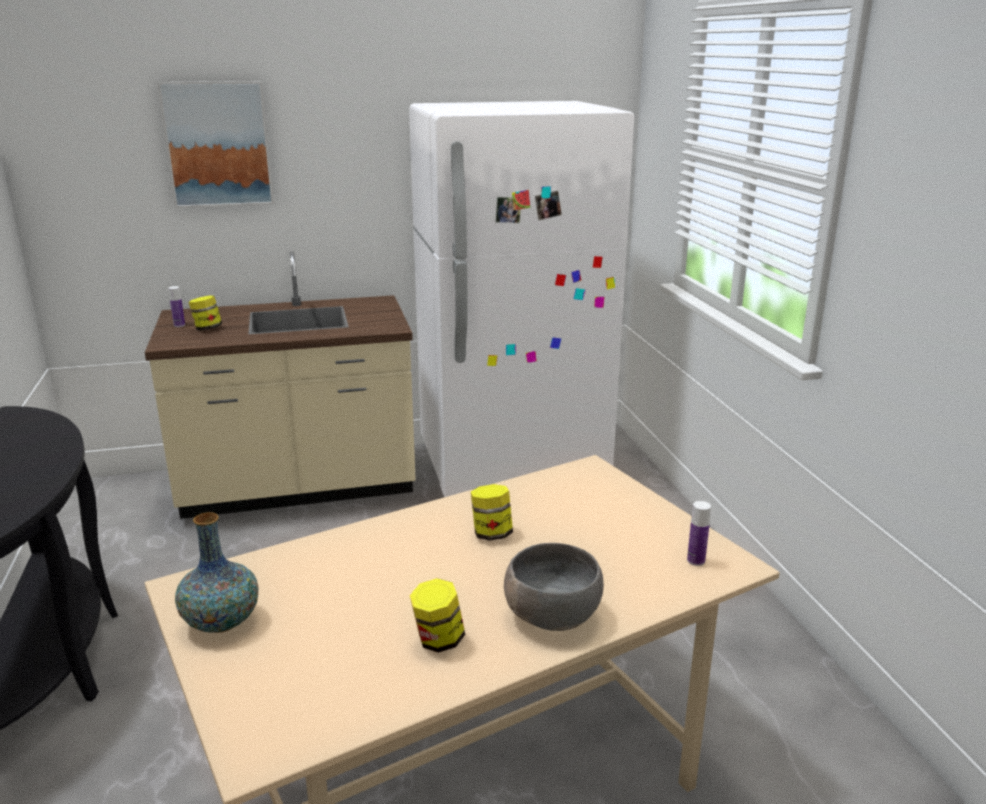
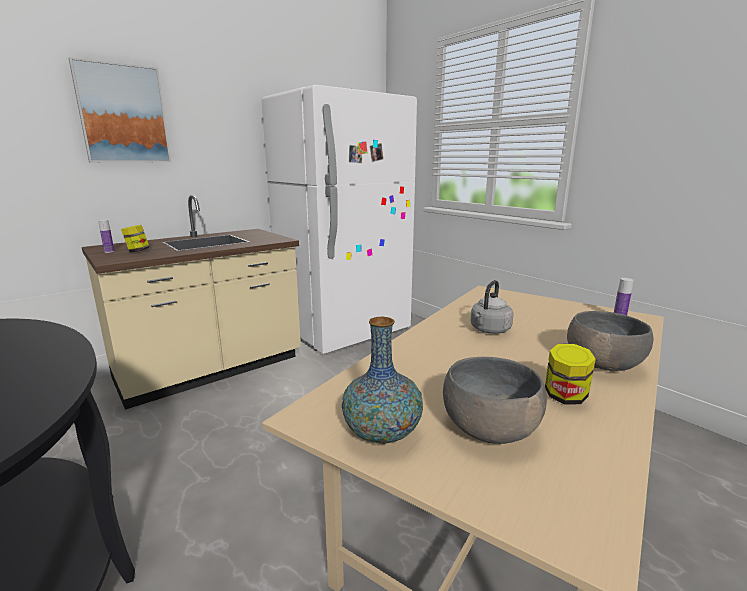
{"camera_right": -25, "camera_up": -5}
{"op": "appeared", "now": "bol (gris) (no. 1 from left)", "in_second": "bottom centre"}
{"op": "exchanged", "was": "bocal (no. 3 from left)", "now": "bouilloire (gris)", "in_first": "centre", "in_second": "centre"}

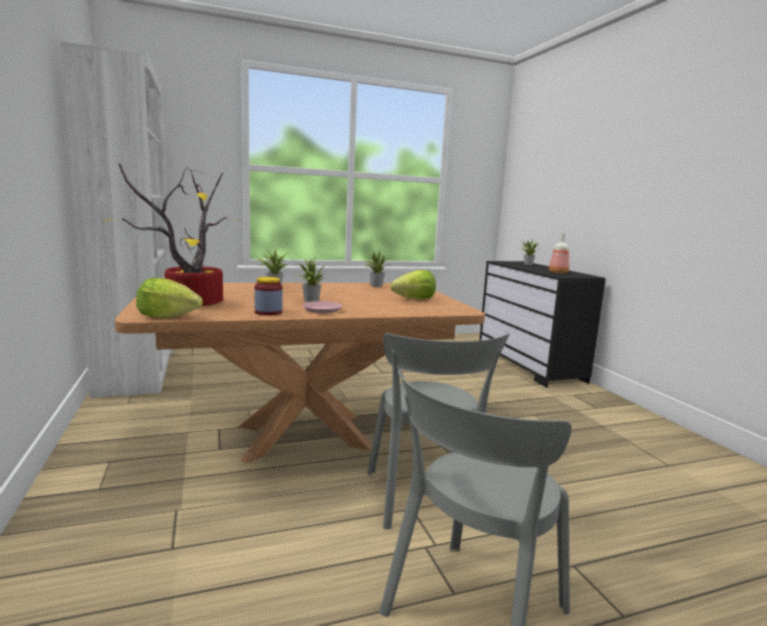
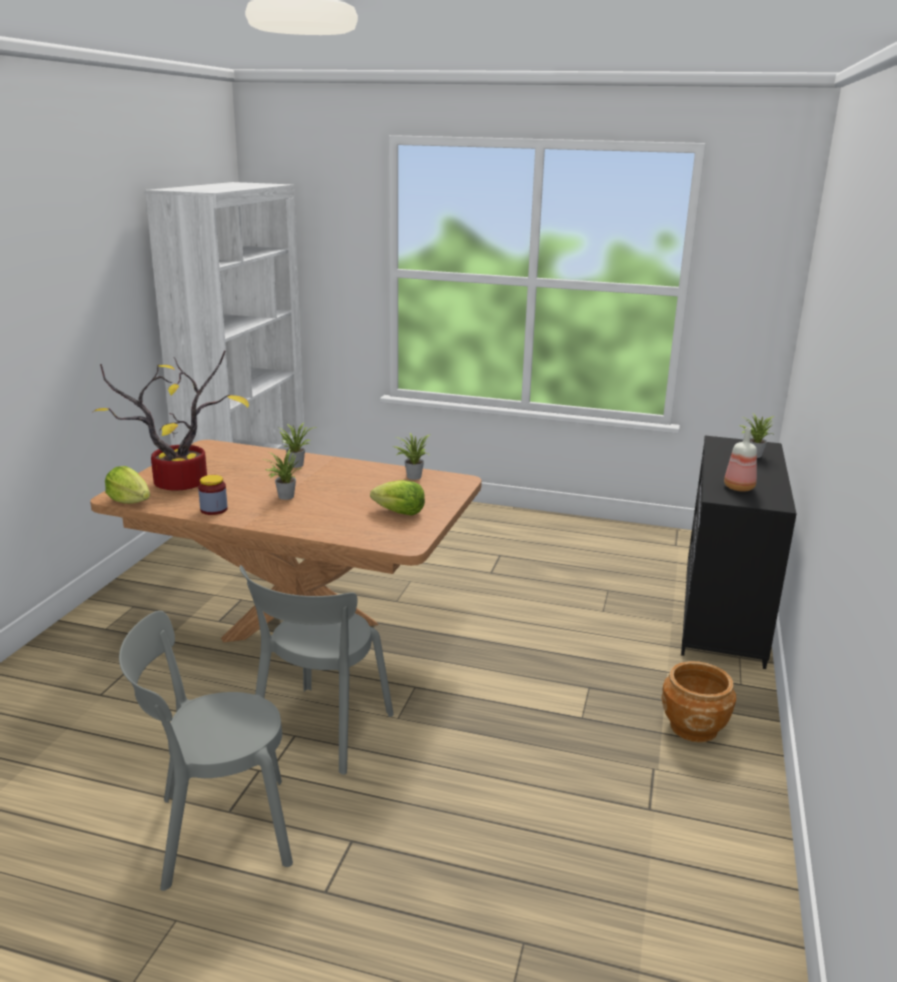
{"camera_right": 35, "camera_up": 10}
{"op": "appeared", "now": "cache-pot (marron)", "in_second": "bottom right"}
{"op": "missing", "was": "assiette (rose)", "in_first": "centre"}

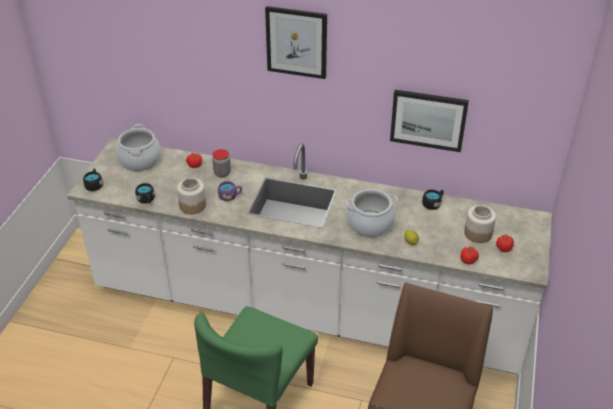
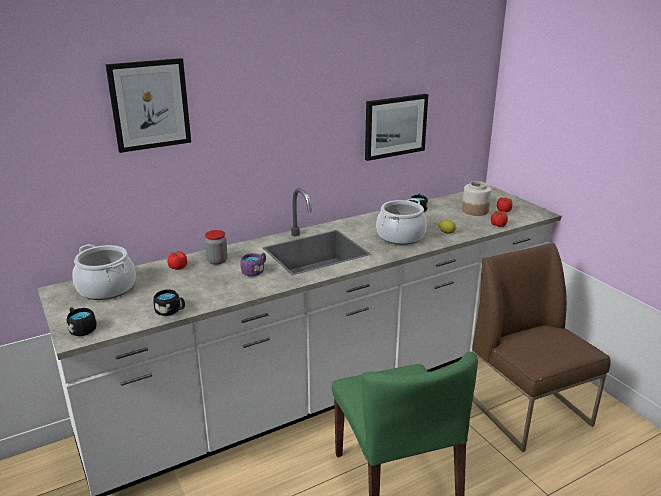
{"camera_right": -45, "camera_up": -15}
{"op": "relocated", "was": "tableau (no. 1 from left)", "in_first": "top centre", "in_second": "top left"}
{"op": "missing", "was": "bocal (no. 1 from left)", "in_first": "middle left"}

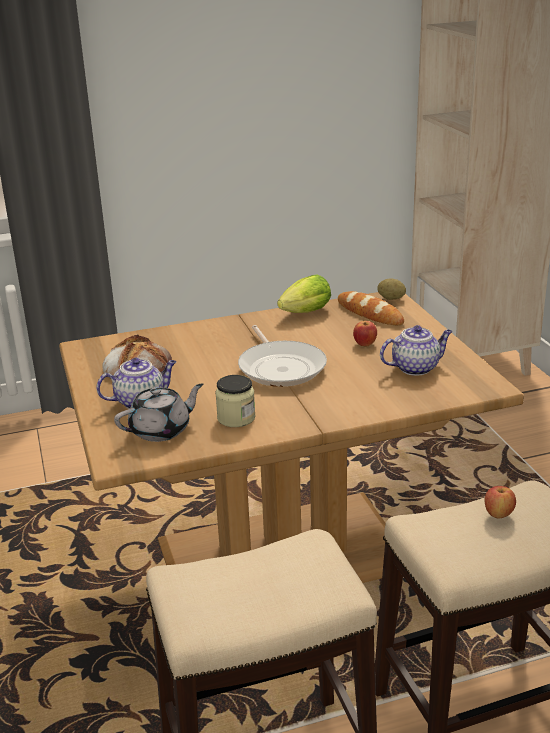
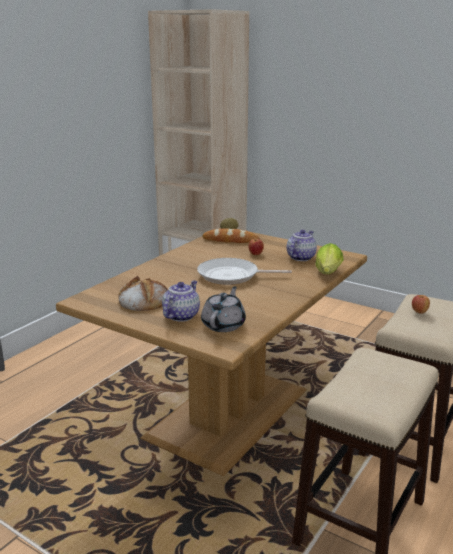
{"camera_right": -40, "camera_up": -5}
{"op": "spun", "was": "poêle", "in_first": "centre", "in_second": "centre", "clockwise": 150}
{"op": "relocated", "was": "laitue", "in_first": "centre", "in_second": "middle right"}
{"op": "missing", "was": "bocal", "in_first": "centre"}

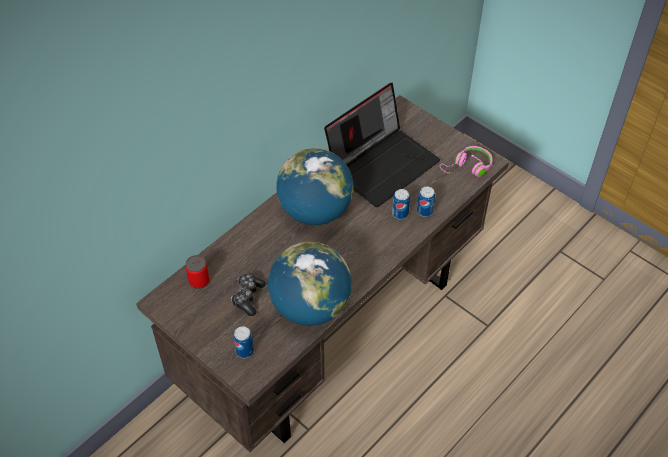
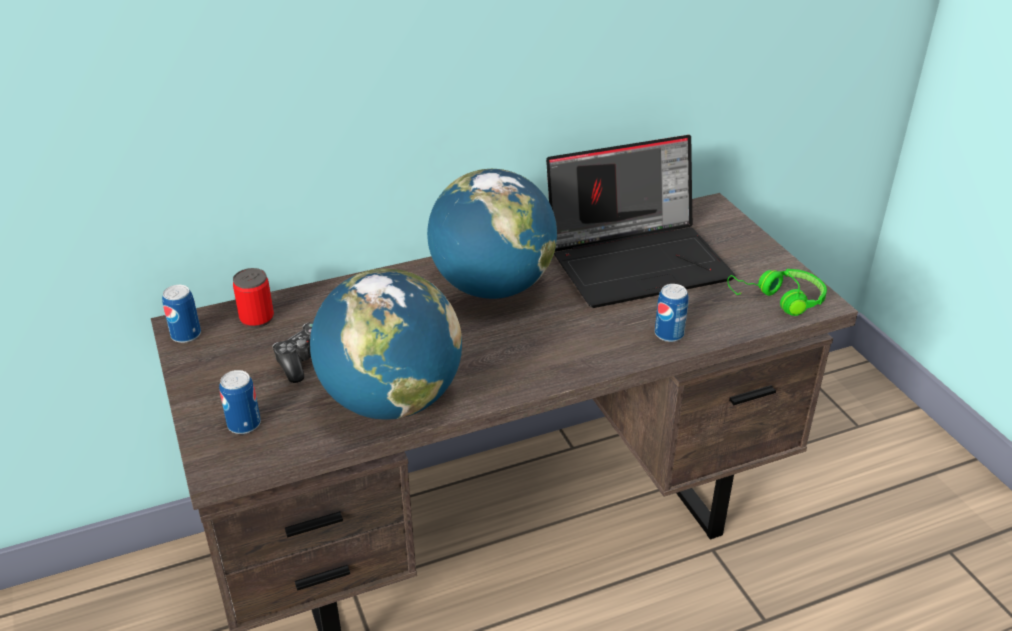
{"camera_right": 25, "camera_up": -15}
{"op": "relocated", "was": "boîte métallique (no. 3 from left in the first image)", "now": "boîte métallique (no. 1 from left)", "in_first": "centre", "in_second": "middle left"}
{"op": "colour", "was": "casque audio (rose)", "now": "casque audio (vert)", "in_first": "middle right", "in_second": "middle right"}

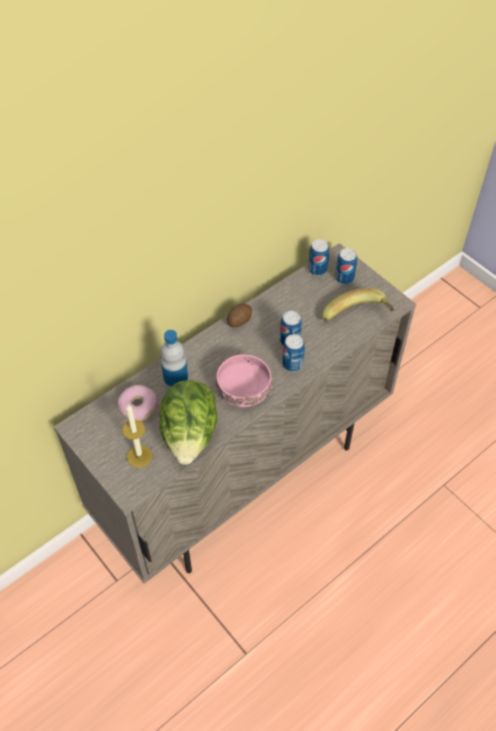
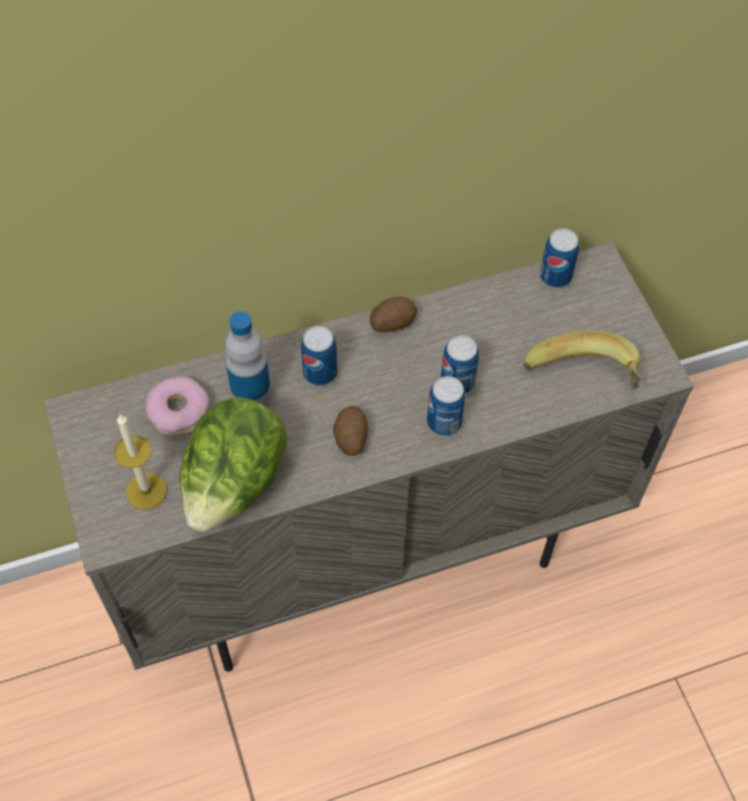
{"camera_right": 20, "camera_up": 5}
{"op": "relocated", "was": "boîte métallique (no. 4 from left in the first image)", "now": "boîte métallique (no. 1 from left)", "in_first": "middle right", "in_second": "centre"}
{"op": "exchanged", "was": "bol (rose)", "now": "pomme de terre (no. 1 from left)", "in_first": "centre", "in_second": "centre"}

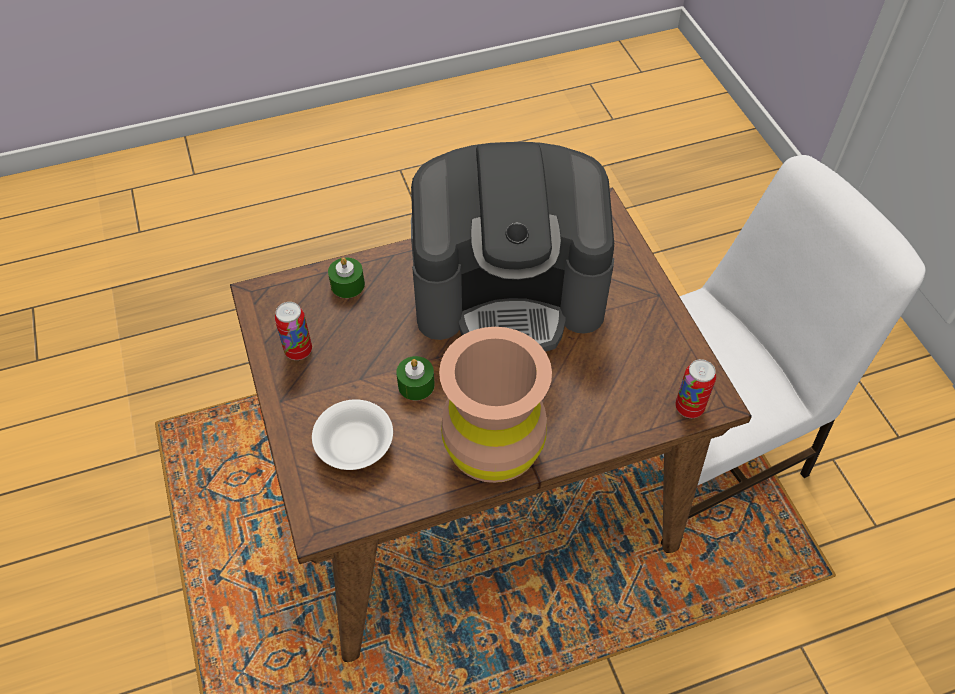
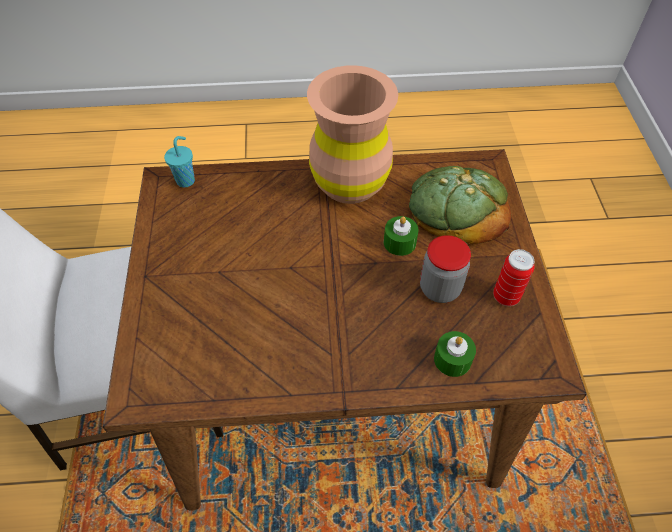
{"camera_right": -165, "camera_up": 0}
{"op": "exchanged", "was": "boîte métallique (no. 2 from left)", "now": "tasse (turquoise)", "in_first": "middle right", "in_second": "top left"}
{"op": "exchanged", "was": "bol (blanc)", "now": "pain", "in_first": "centre", "in_second": "middle right"}
{"op": "appeared", "now": "bocal", "in_second": "centre"}
{"op": "missing", "was": "machine à café", "in_first": "centre"}

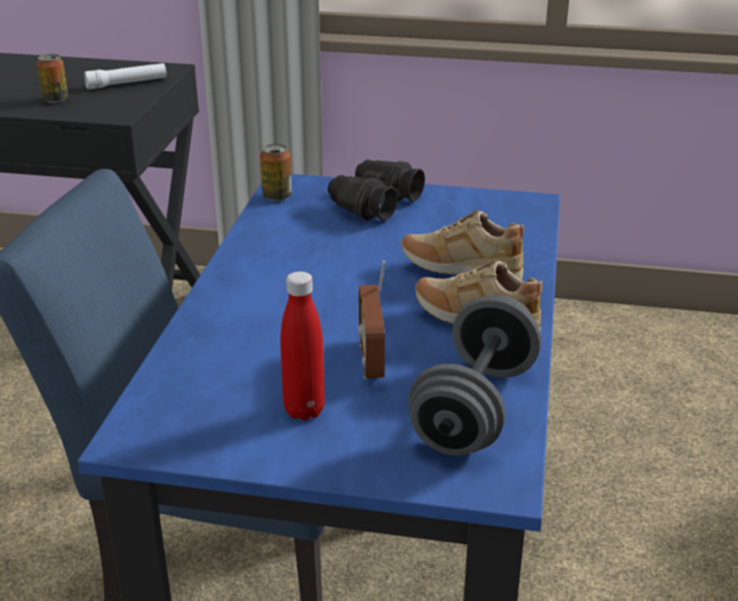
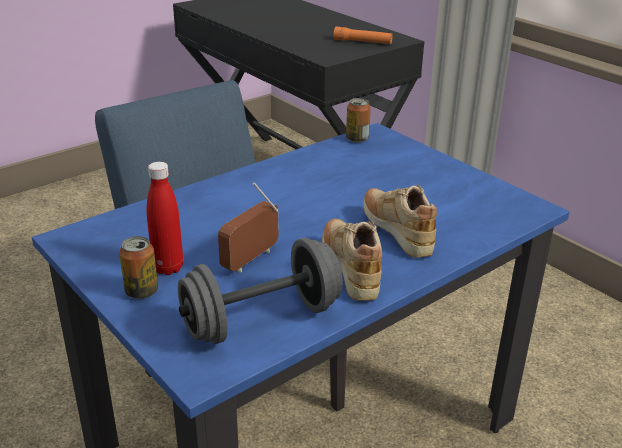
{"camera_right": 40, "camera_up": 0}
{"op": "relocated", "was": "boîte métallique (no. 1 from left)", "in_first": "top left", "in_second": "middle left"}
{"op": "colour", "was": "lampe de poche (blanc)", "now": "lampe de poche (orange)", "in_first": "top left", "in_second": "top centre"}
{"op": "missing", "was": "jumelles (noir)", "in_first": "top centre"}

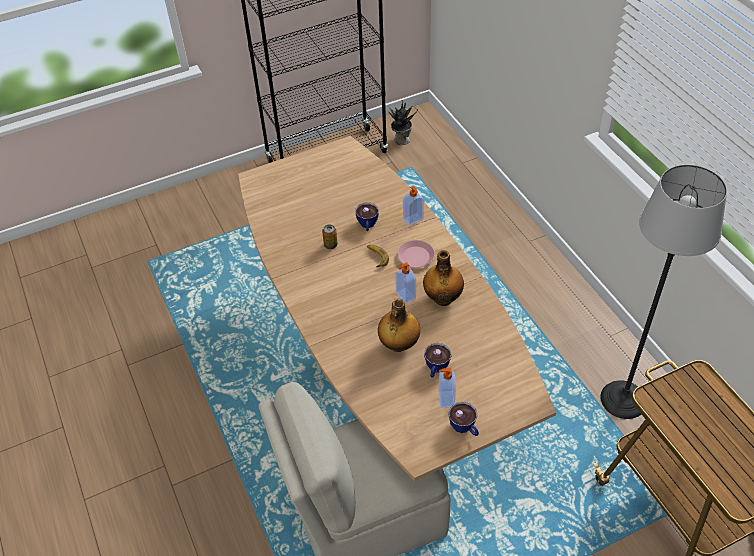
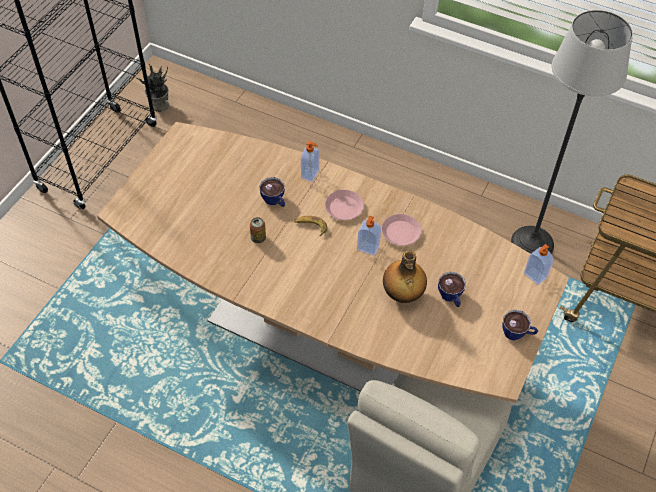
{"camera_right": -40, "camera_up": 5}
{"op": "exchanged", "was": "bouteille (no. 2 from left)", "now": "assiette (rose) (no. 2 from left)", "in_first": "centre", "in_second": "centre"}
{"op": "relocated", "was": "distributeur de savon (no. 3 from left)", "in_first": "bottom centre", "in_second": "middle right"}

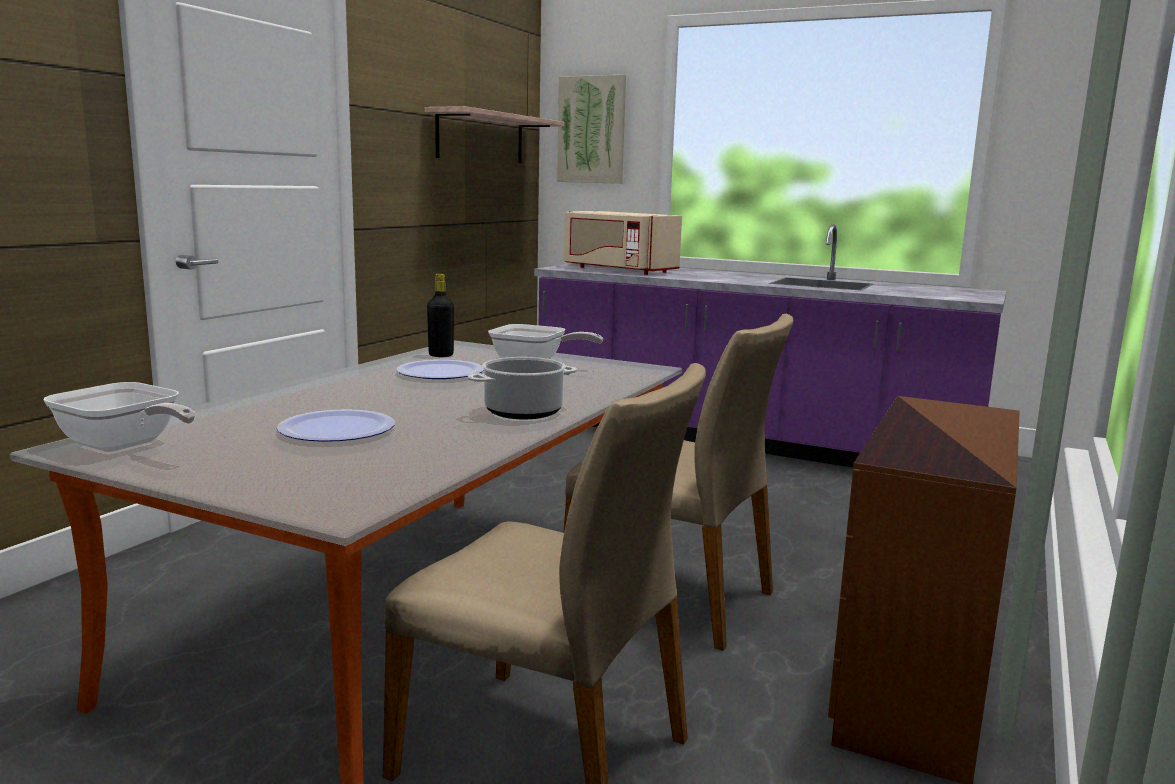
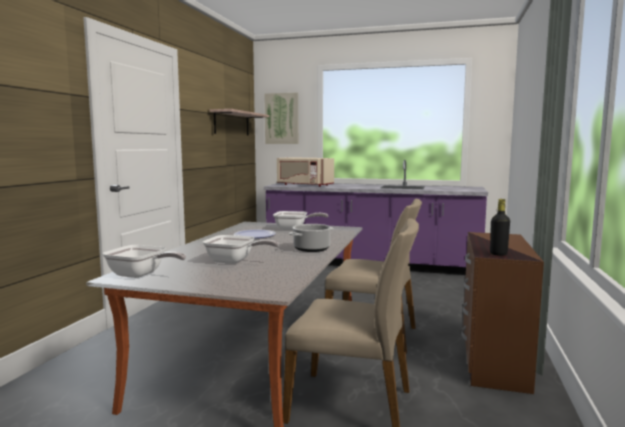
{"camera_right": -10, "camera_up": -5}
{"op": "exchanged", "was": "assiette (no. 1 from left)", "now": "poêle (no. 2 from left)", "in_first": "middle left", "in_second": "centre"}
{"op": "relocated", "was": "bouteille (noir)", "in_first": "centre", "in_second": "middle right"}

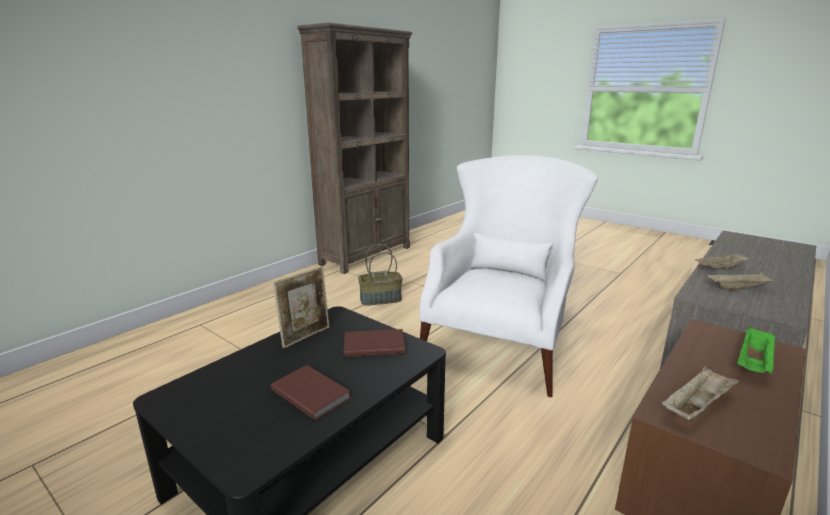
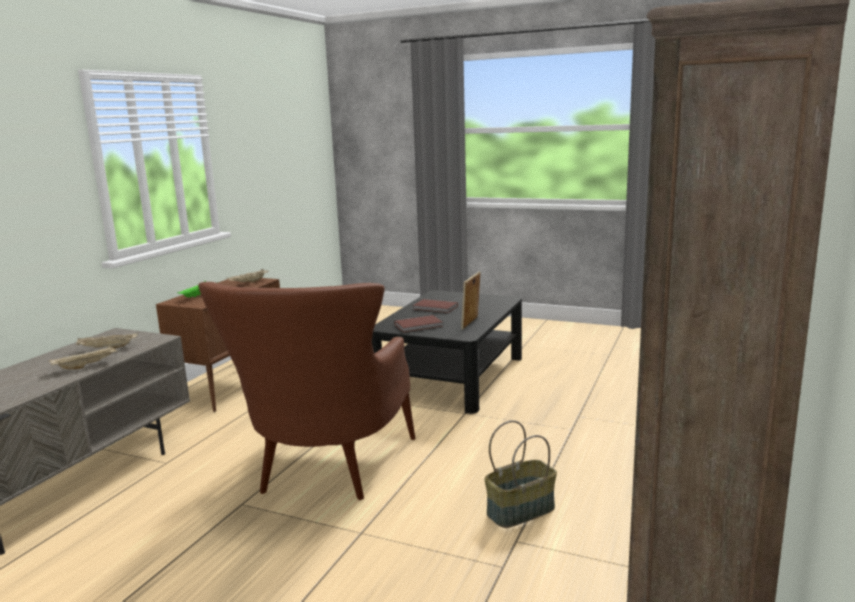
{"camera_right": 165, "camera_up": -5}
{"op": "colour", "was": "fauteuil (blanc)", "now": "fauteuil (marron)", "in_first": "centre", "in_second": "centre"}

